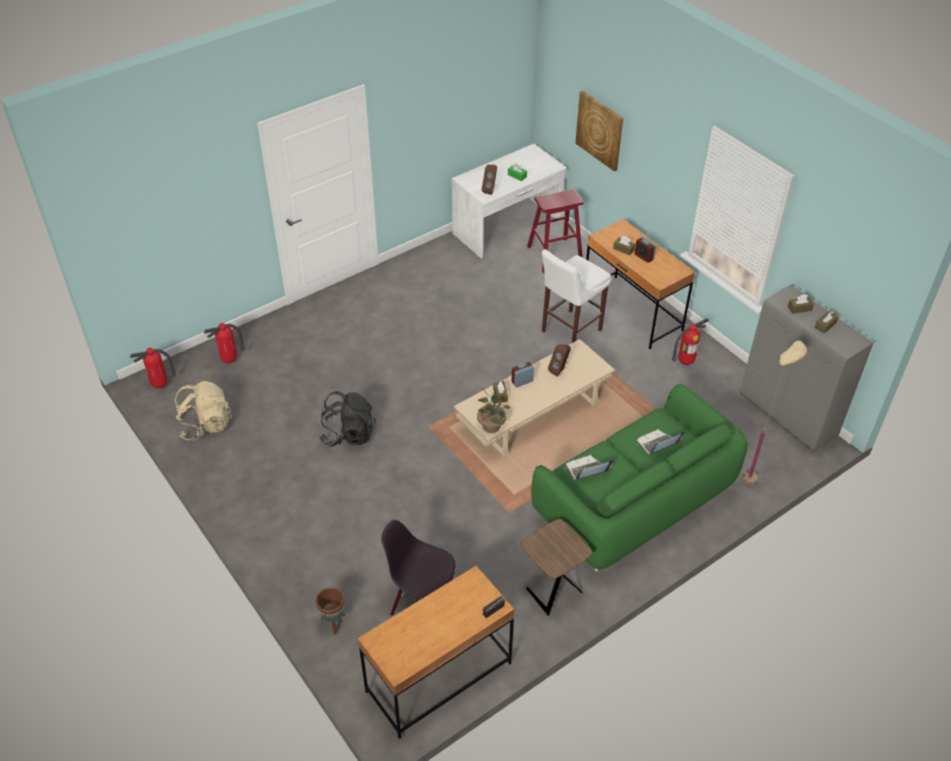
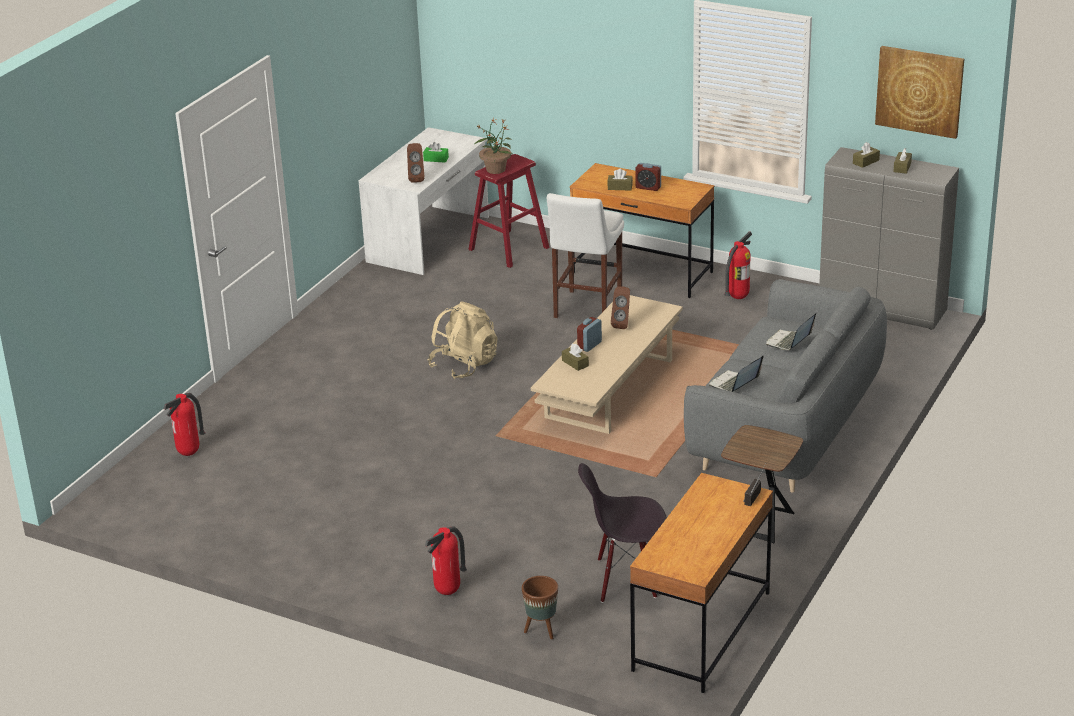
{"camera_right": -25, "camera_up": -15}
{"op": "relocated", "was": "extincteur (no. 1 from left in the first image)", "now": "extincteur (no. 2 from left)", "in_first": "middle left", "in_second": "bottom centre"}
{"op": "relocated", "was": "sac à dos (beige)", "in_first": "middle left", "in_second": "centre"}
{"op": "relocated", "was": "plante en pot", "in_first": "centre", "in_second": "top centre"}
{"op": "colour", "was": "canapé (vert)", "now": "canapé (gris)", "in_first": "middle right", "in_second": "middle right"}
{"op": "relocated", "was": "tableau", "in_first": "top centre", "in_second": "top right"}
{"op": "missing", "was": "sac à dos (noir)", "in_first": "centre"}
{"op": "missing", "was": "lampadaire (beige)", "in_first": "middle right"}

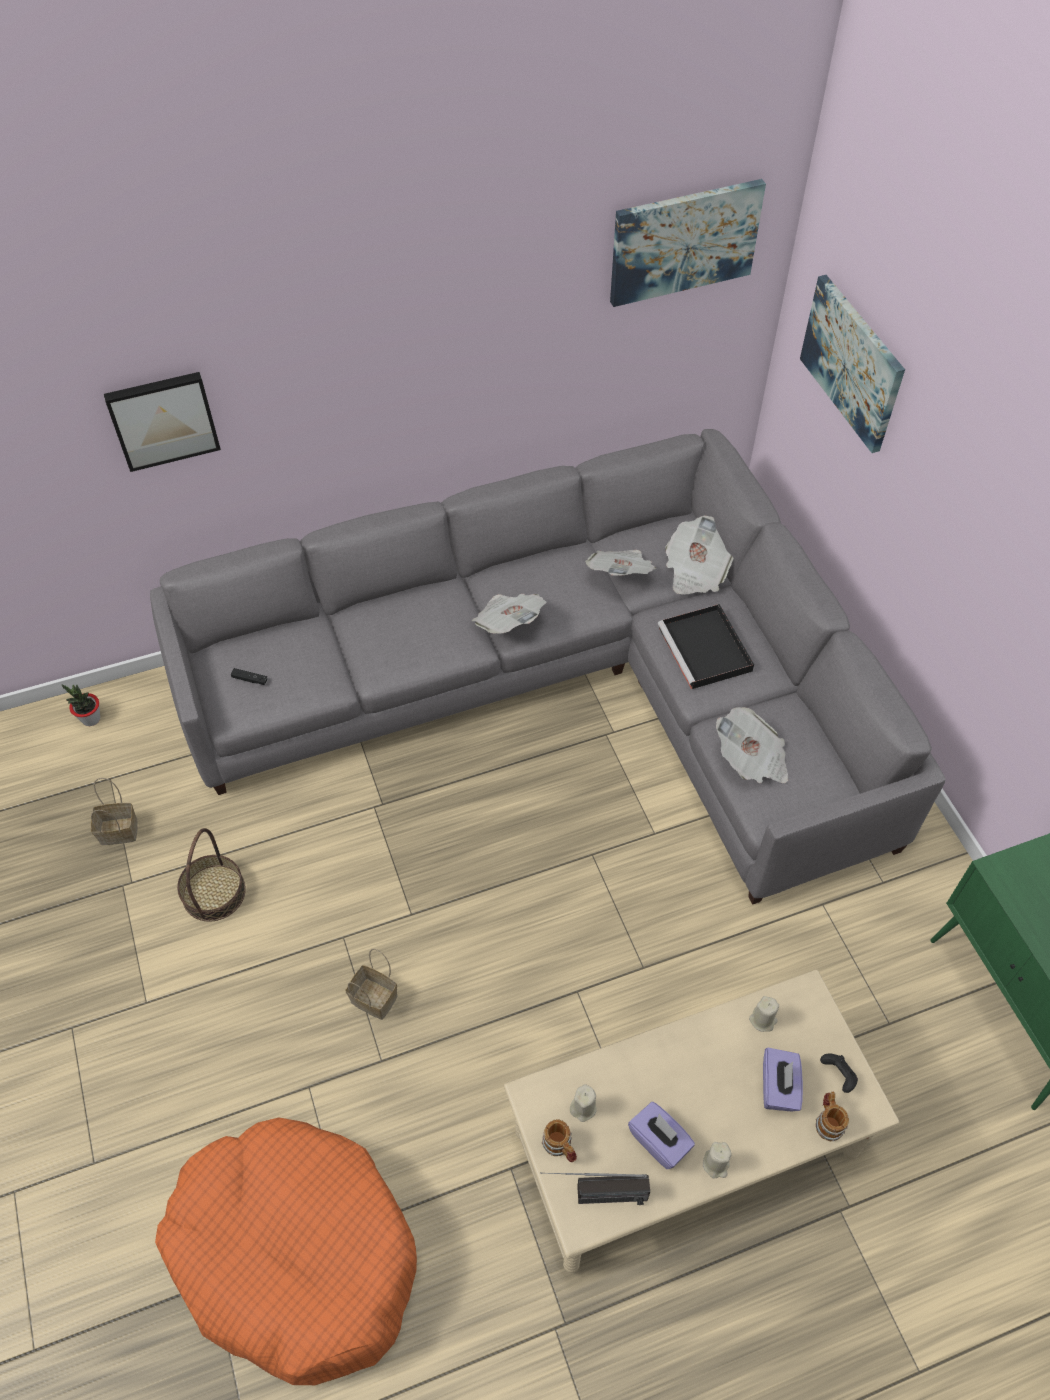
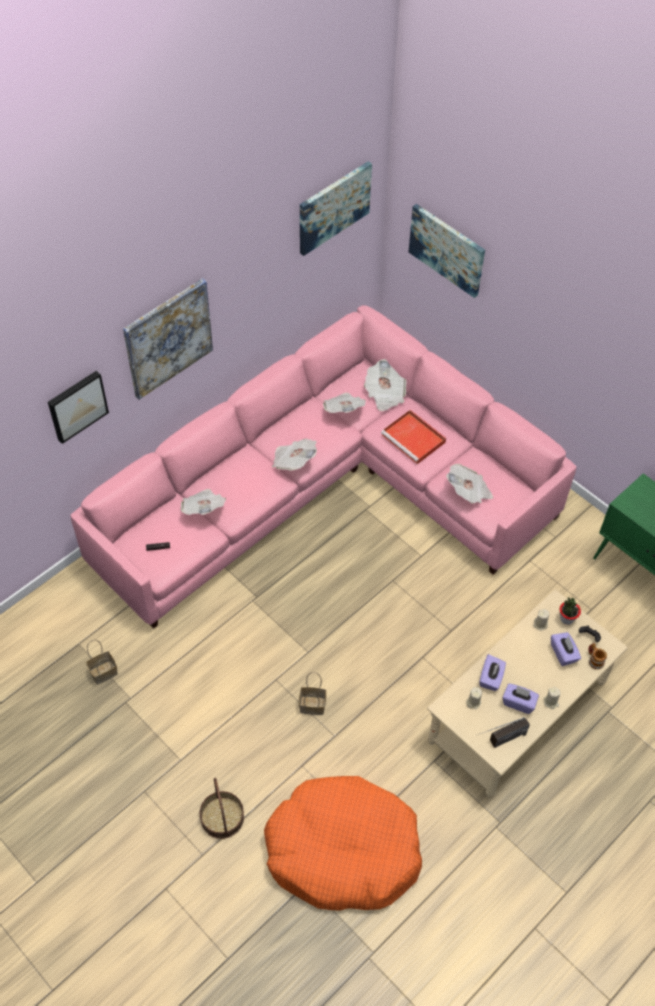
{"camera_right": -25, "camera_up": 0}
{"op": "colour", "was": "canapé (gris)", "now": "canapé (rose)", "in_first": "centre", "in_second": "centre"}
{"op": "appeared", "now": "tableau (no. 2 from left)", "in_second": "middle left"}
{"op": "appeared", "now": "journal (no. 1 from left)", "in_second": "middle left"}
{"op": "relocated", "was": "panier (no. 2 from left)", "in_first": "middle left", "in_second": "bottom centre"}
{"op": "colour", "was": "plateau (noir)", "now": "plateau (rouge)", "in_first": "middle right", "in_second": "centre"}
{"op": "appeared", "now": "boîte à mouchoirs (violet) (no. 1 from left)", "in_second": "bottom right"}
{"op": "relocated", "was": "plante en pot", "in_first": "middle left", "in_second": "middle right"}
{"op": "missing", "was": "mug (no. 1 from left)", "in_first": "bottom centre"}

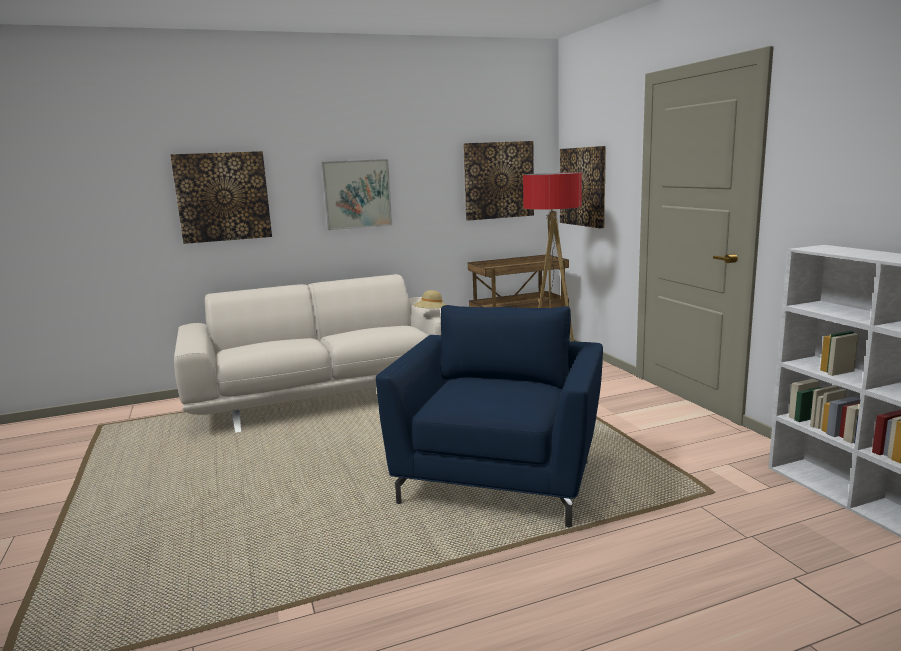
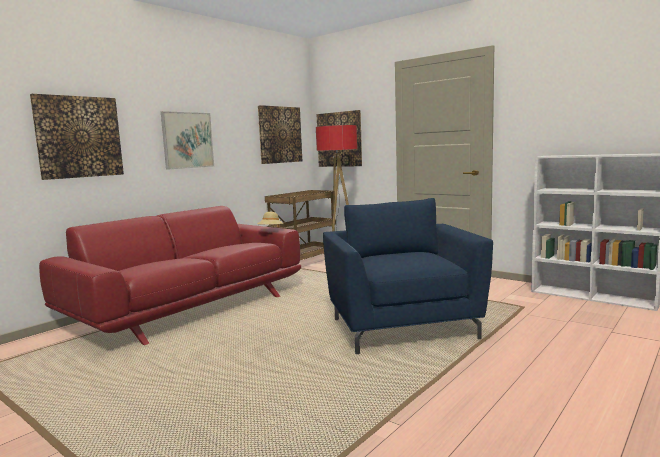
{"camera_right": -30, "camera_up": -5}
{"op": "colour", "was": "canapé (beige)", "now": "canapé (rouge)", "in_first": "centre", "in_second": "middle left"}

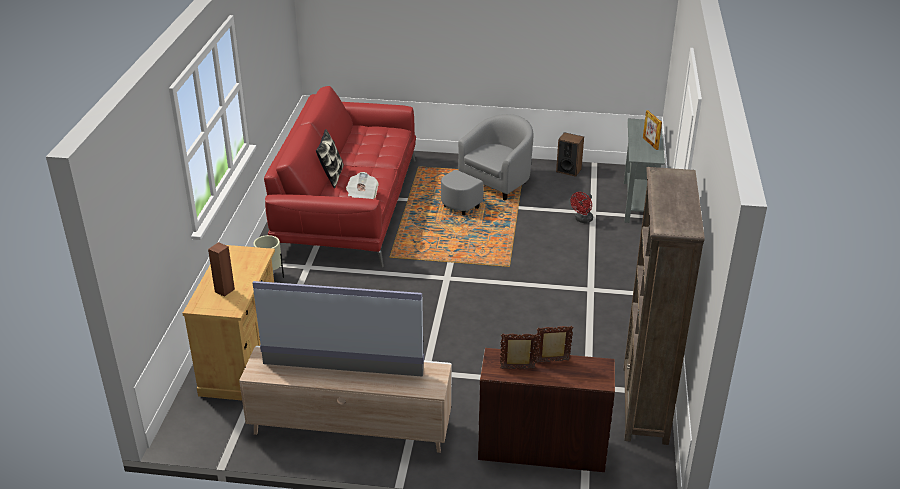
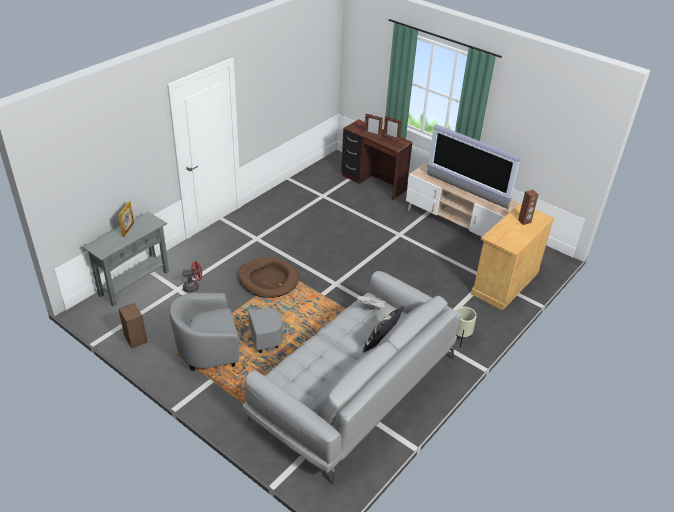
{"camera_right": -150, "camera_up": 5}
{"op": "appeared", "now": "panier pour chien (marron)", "in_second": "centre"}
{"op": "colour", "was": "canapé (rouge)", "now": "canapé (gris)", "in_first": "centre", "in_second": "bottom centre"}
{"op": "missing", "was": "bibliothèque (marron)", "in_first": "middle right"}

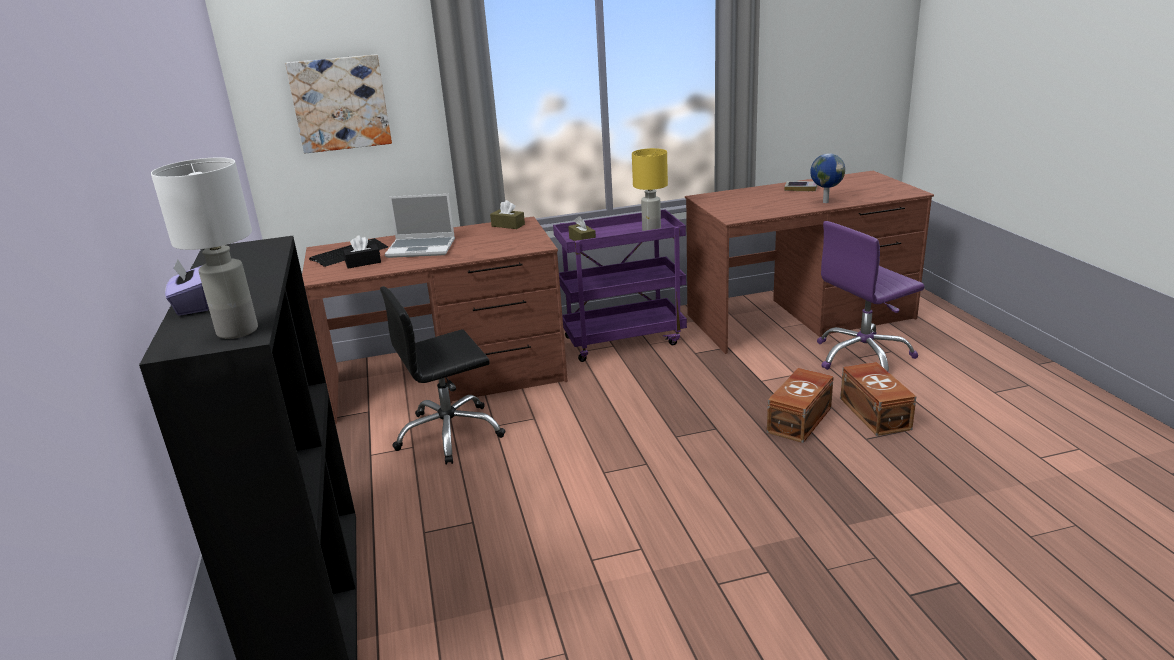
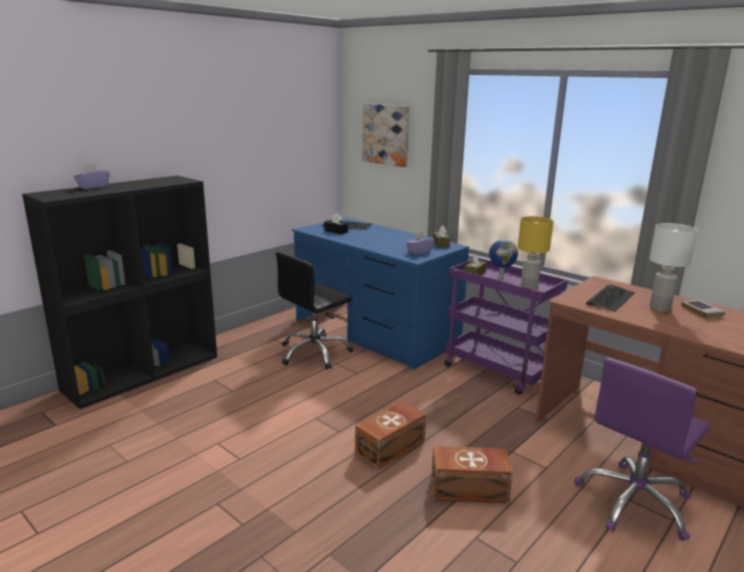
{"camera_right": 55, "camera_up": -5}
{"op": "spun", "was": "chaise de bureau (noir)", "in_first": "centre", "in_second": "centre", "clockwise": -75}
{"op": "colour", "was": "bureau (marron) (no. 1 from left)", "now": "bureau (bleu)", "in_first": "centre", "in_second": "centre"}
{"op": "relocated", "was": "boîte de rangement (marron) (no. 2 from left in the first image)", "now": "boîte de rangement (marron) (no. 1 from left)", "in_first": "middle right", "in_second": "bottom centre"}
{"op": "appeared", "now": "boîte à mouchoirs (violet) (no. 2 from left)", "in_second": "centre"}
{"op": "relocated", "was": "globe", "in_first": "top right", "in_second": "middle right"}
{"op": "spun", "was": "chaise de bureau (violet)", "in_first": "middle right", "in_second": "bottom right", "clockwise": -75}
{"op": "appeared", "now": "clavier (no. 2 from left)", "in_second": "middle right"}
{"op": "relocated", "was": "lampe de table (blanc)", "in_first": "middle left", "in_second": "middle right"}
{"op": "missing", "was": "ordinateur portable", "in_first": "centre"}

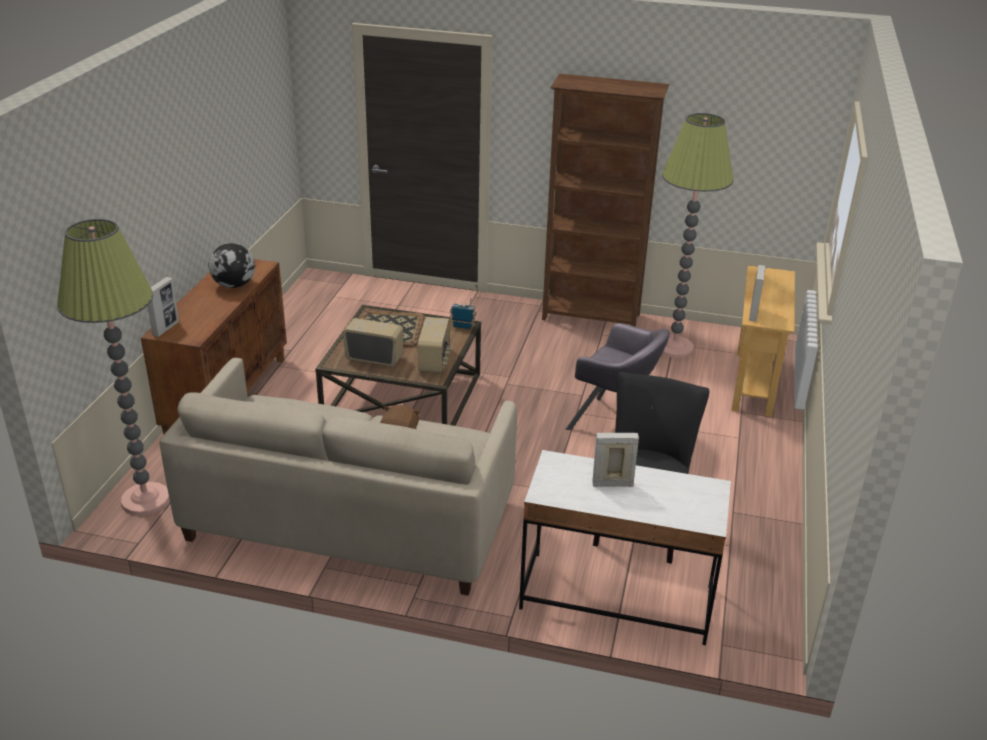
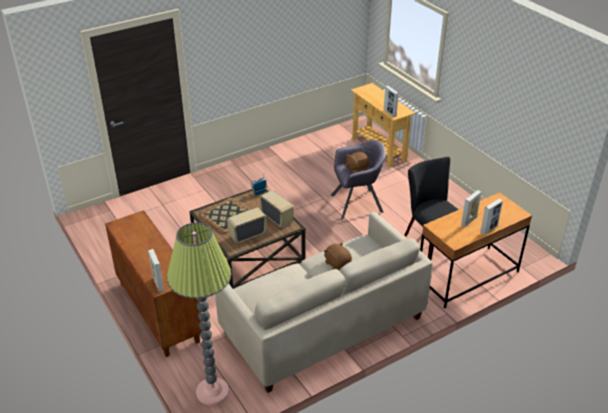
{"camera_right": -45, "camera_up": 5}
{"op": "appeared", "now": "peluche (marron) (no. 2 from left)", "in_second": "centre"}
{"op": "colour", "was": "bureau (blanc)", "now": "bureau (marron)", "in_first": "bottom centre", "in_second": "middle right"}
{"op": "appeared", "now": "cadre photo (no. 4 from left)", "in_second": "middle right"}
{"op": "missing", "was": "globe", "in_first": "middle left"}
{"op": "missing", "was": "bibliothèque (marron)", "in_first": "top centre"}
{"op": "missing", "was": "lampadaire (no. 2 from left)", "in_first": "top right"}

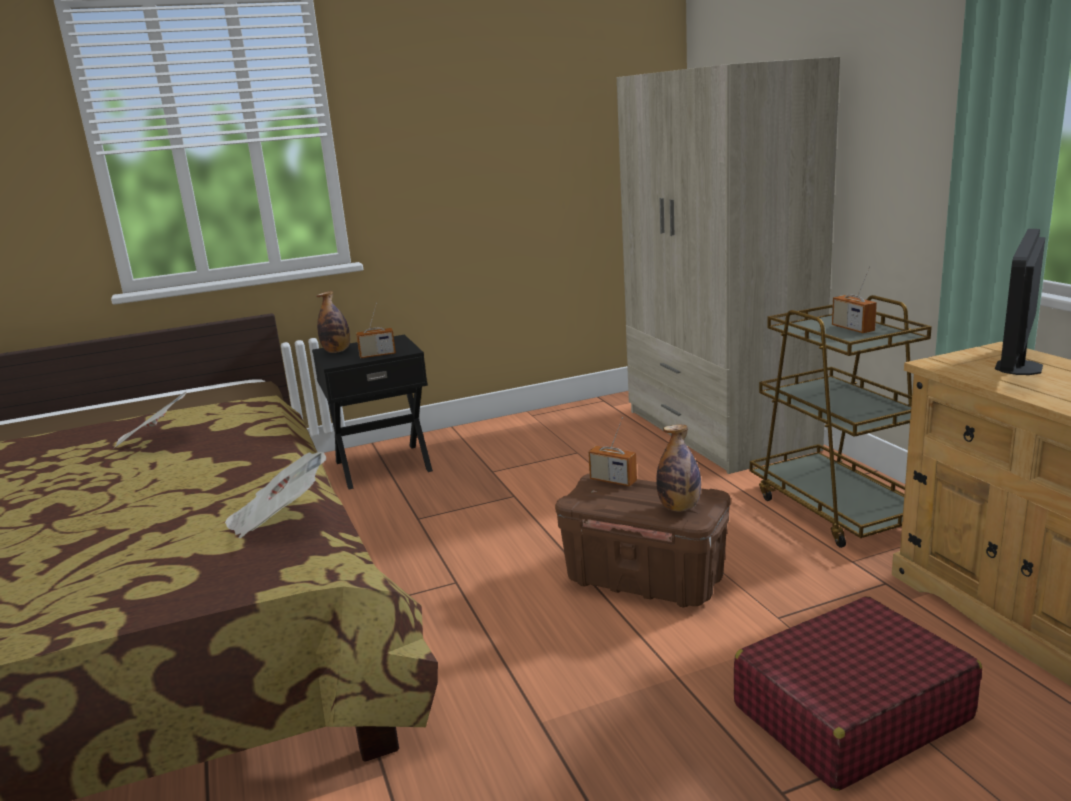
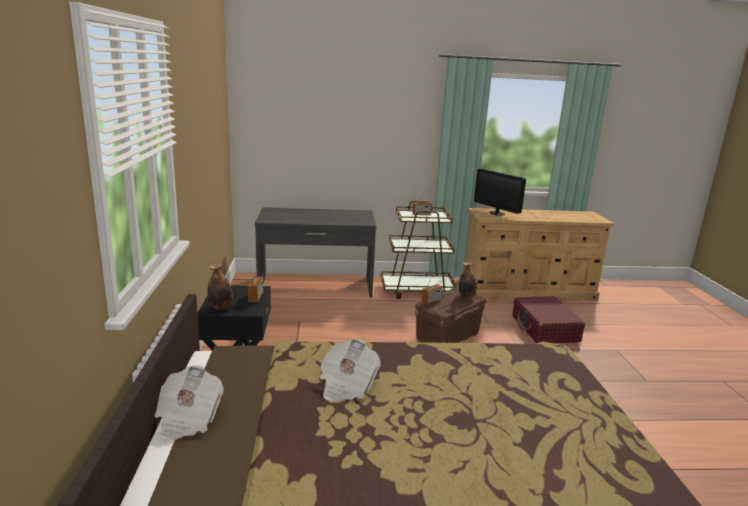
{"camera_right": -75, "camera_up": 0}
{"op": "relocated", "was": "journal (no. 2 from left in the first image)", "now": "journal (no. 1 from left)", "in_first": "middle left", "in_second": "bottom left"}
{"op": "exchanged", "was": "armoire (beige)", "now": "bureau (gris)", "in_first": "top right", "in_second": "centre"}

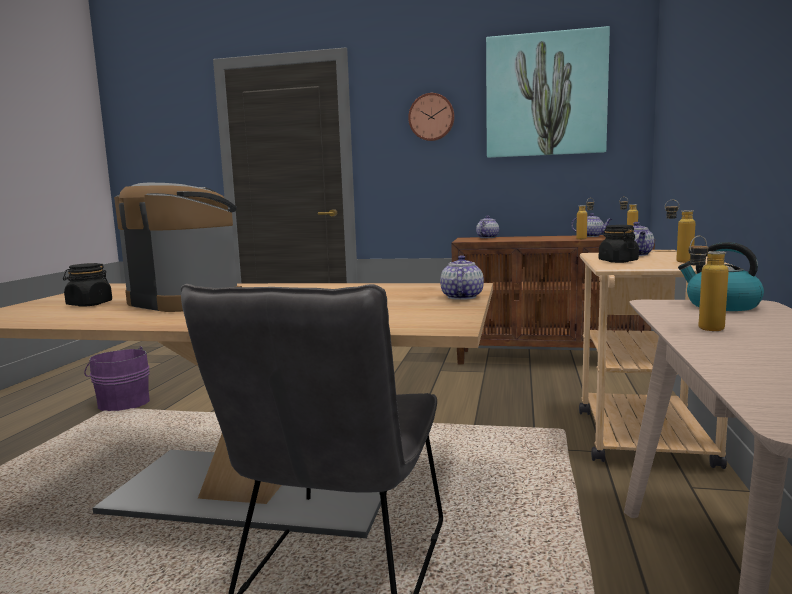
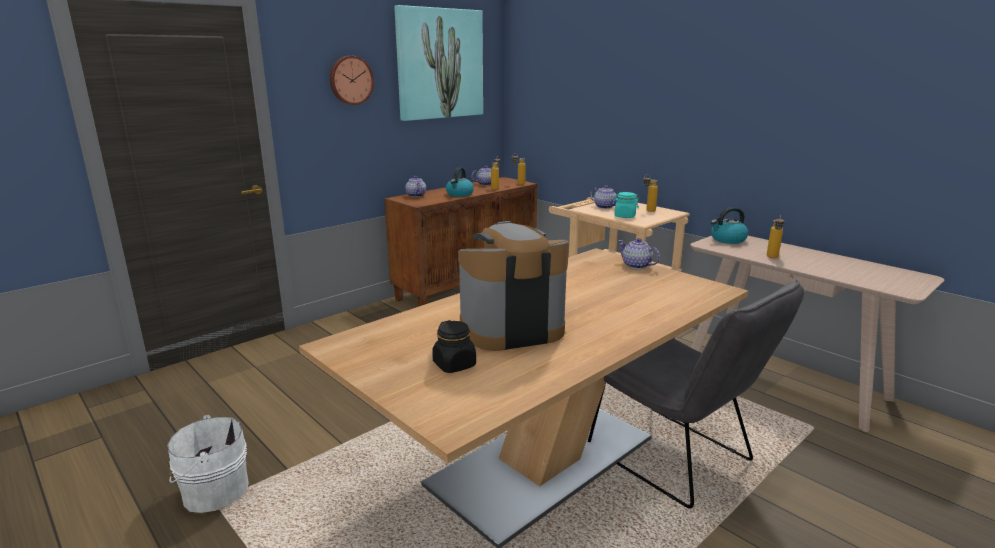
{"camera_right": -55, "camera_up": 10}
{"op": "colour", "was": "seau (violet)", "now": "seau (blanc)", "in_first": "middle left", "in_second": "bottom left"}
{"op": "appeared", "now": "bouilloire (no. 1 from left)", "in_second": "top centre"}
{"op": "colour", "was": "bocal (noir) (no. 2 from left)", "now": "bocal (turquoise)", "in_first": "middle right", "in_second": "centre"}

